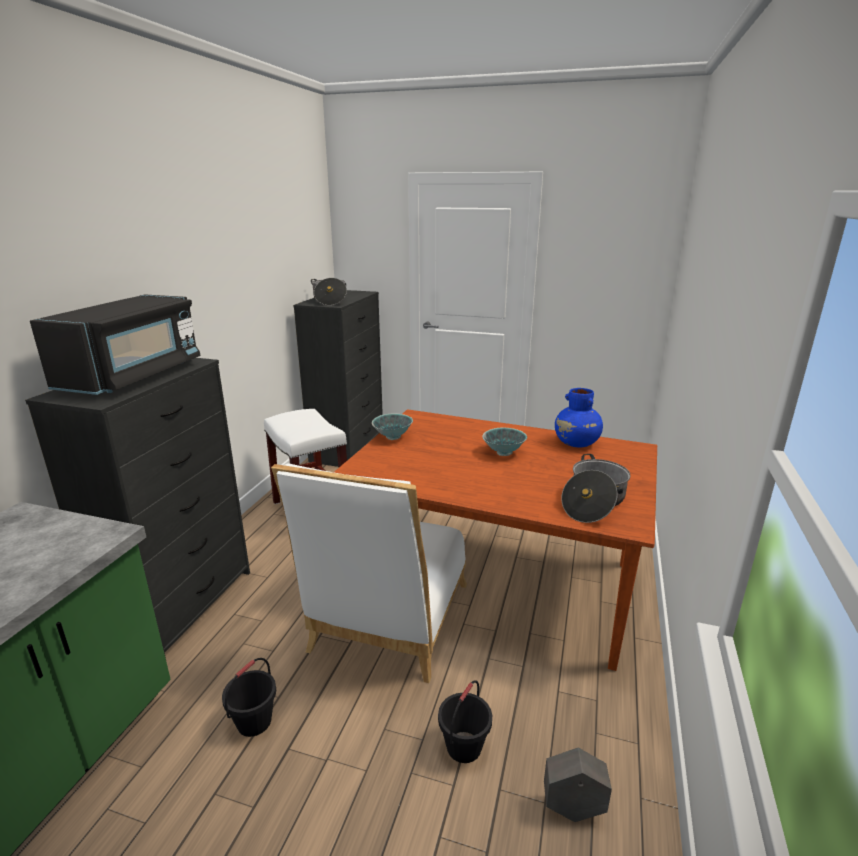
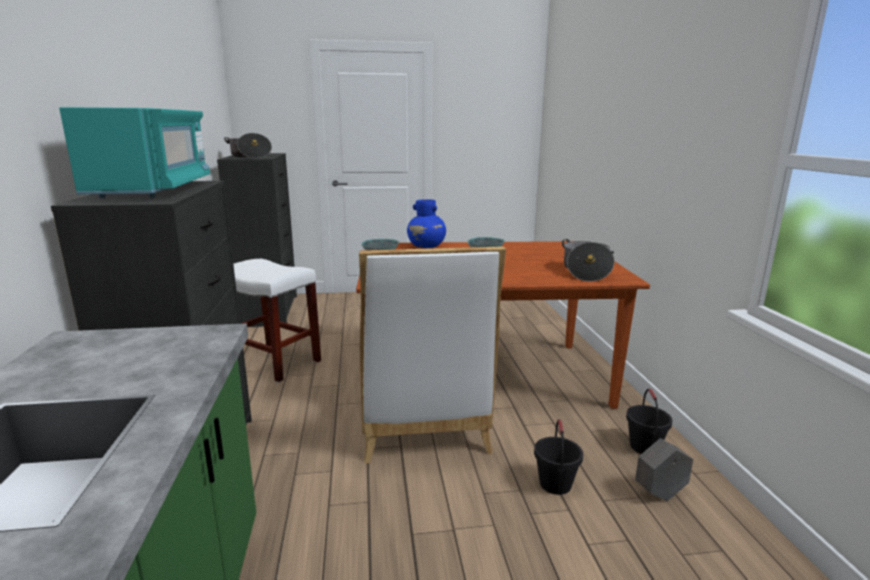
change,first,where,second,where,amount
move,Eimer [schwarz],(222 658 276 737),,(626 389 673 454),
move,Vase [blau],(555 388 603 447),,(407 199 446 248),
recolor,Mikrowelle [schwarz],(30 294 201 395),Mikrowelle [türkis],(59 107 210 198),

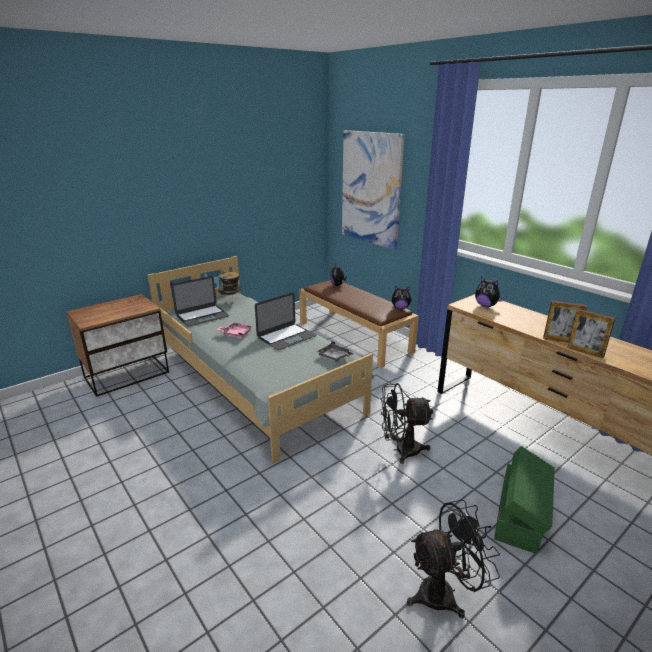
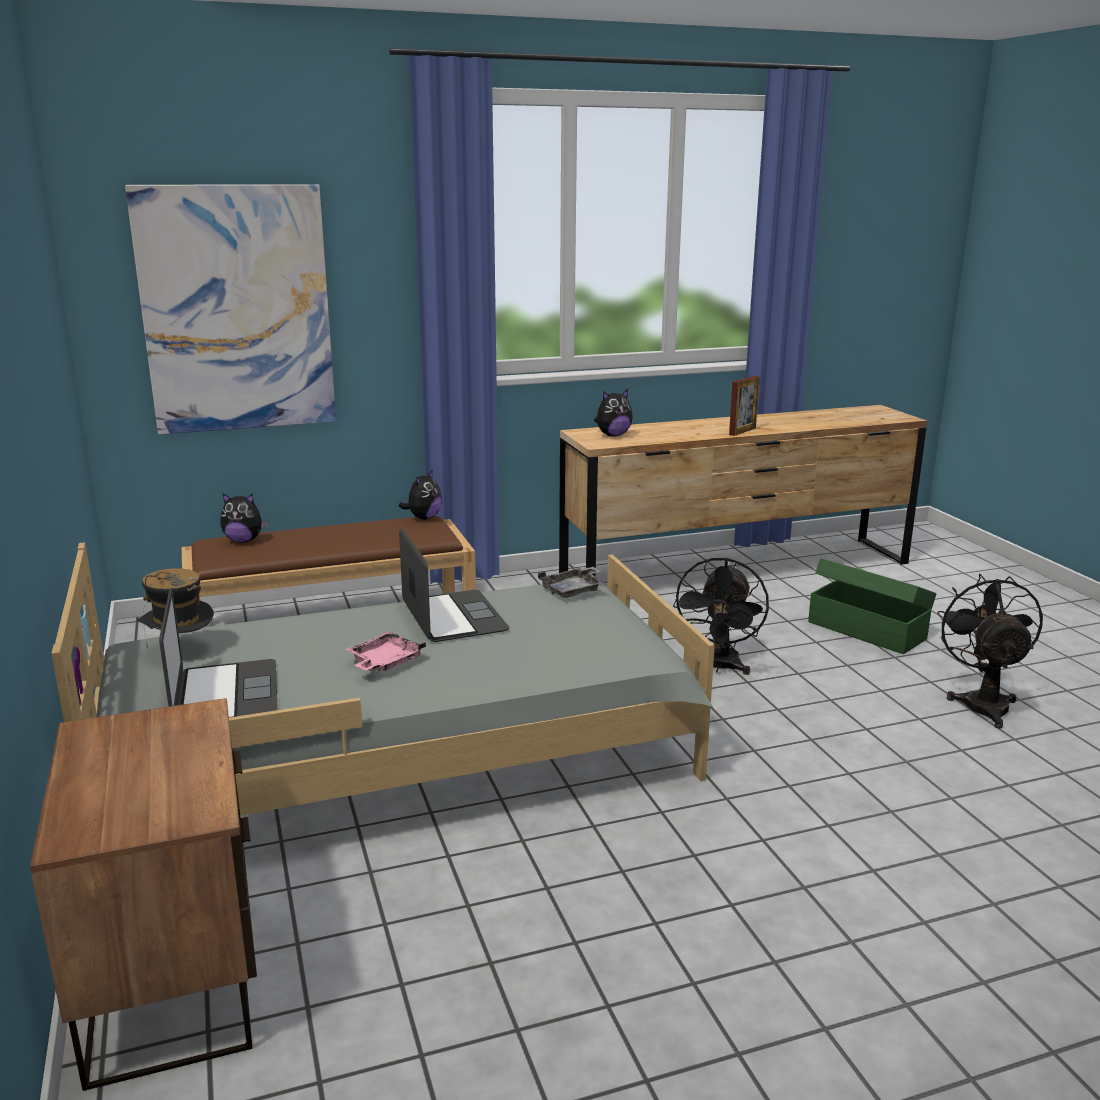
change,first,where,second,where,amount
delete,Bilderrahmen,(567 309 615 358),,,

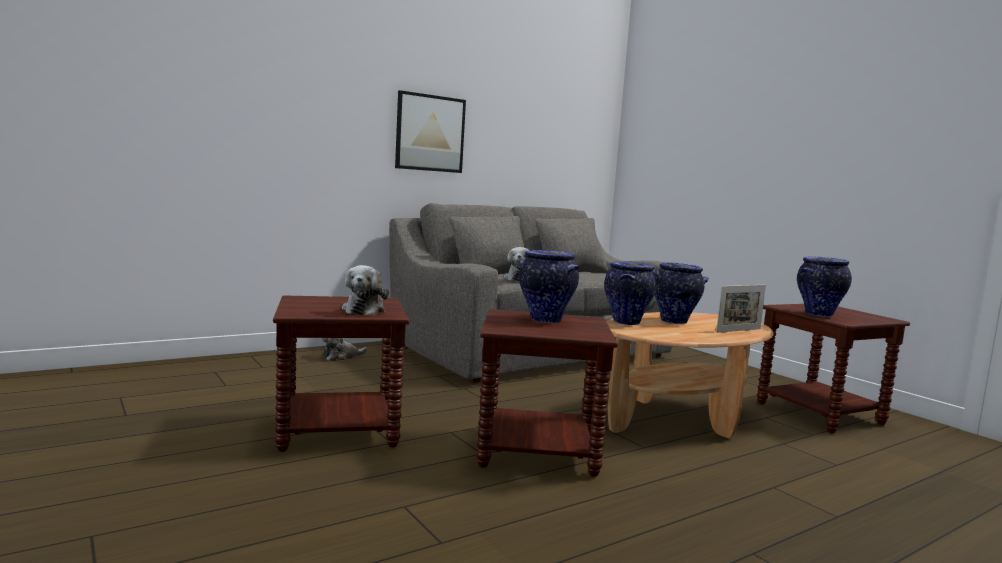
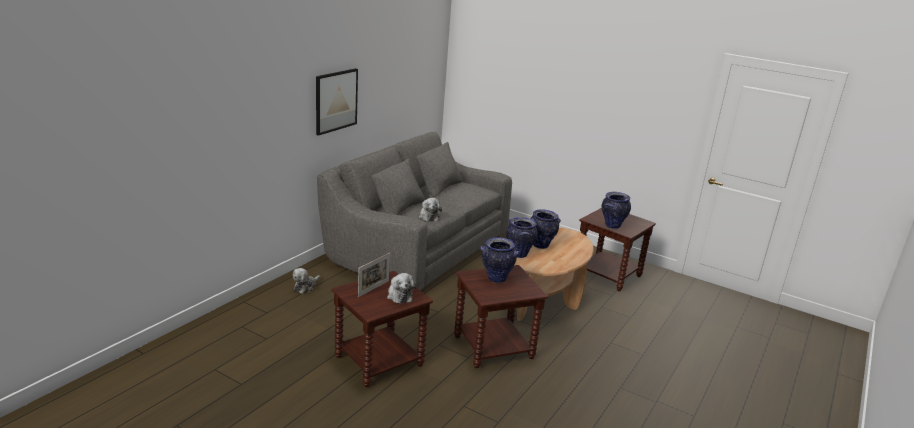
change,first,where,second,where,amount
move,Bilderrahmen,(716 285 766 333),,(358 253 390 297),

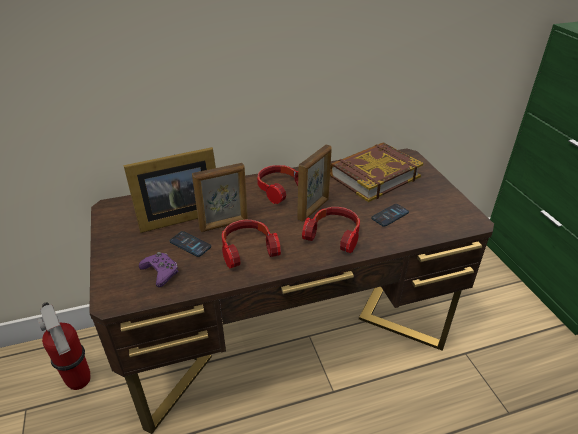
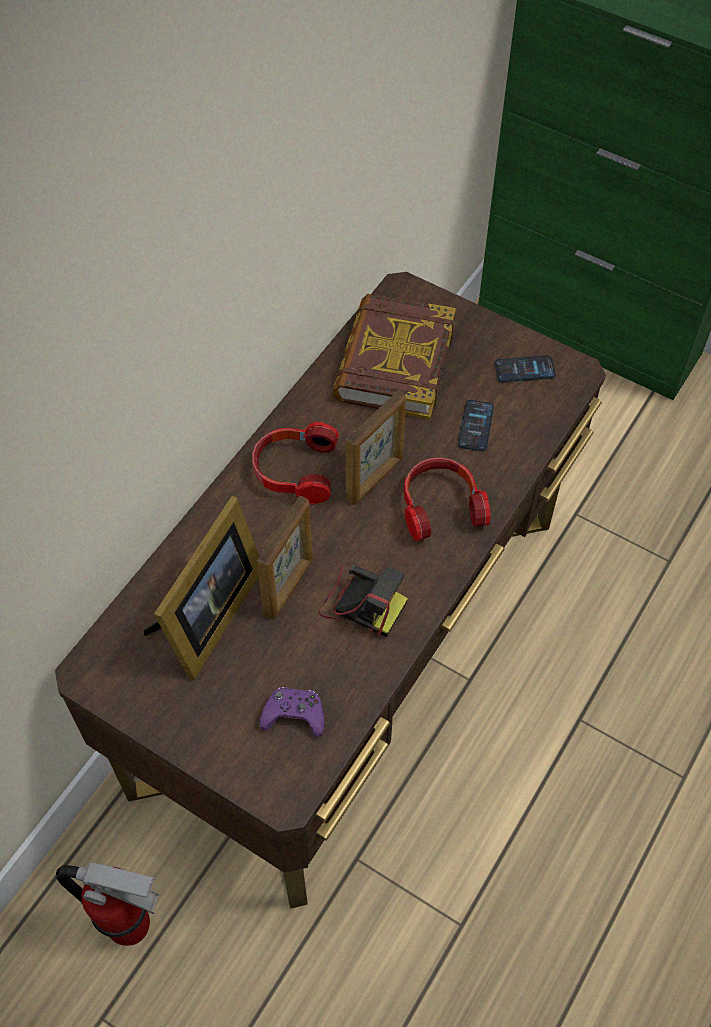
change,first,where,second,where,amount
move,Handy,(170 231 211 257),,(495 355 555 382),
replace,Kopfhörer,(222 220 281 268),Kamera,(319 563 408 637),
rotate,Bilderrahmen,(297 144 332 222),,(345 390 406 505),45 degrees clockwise

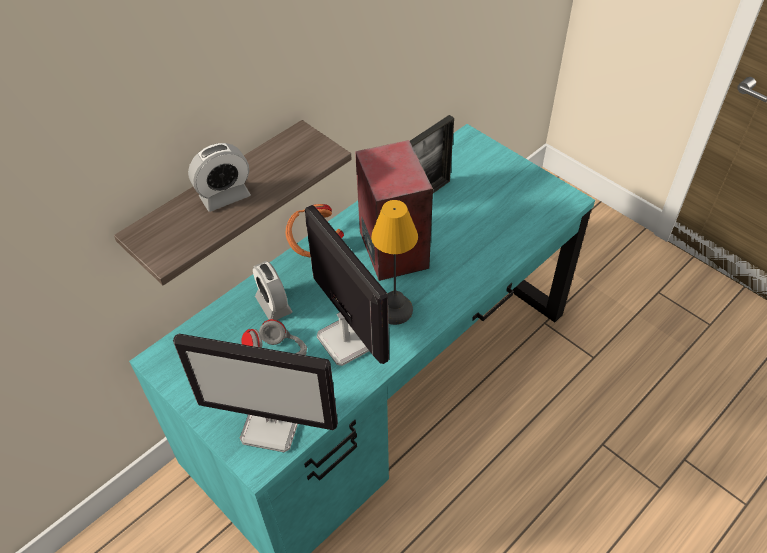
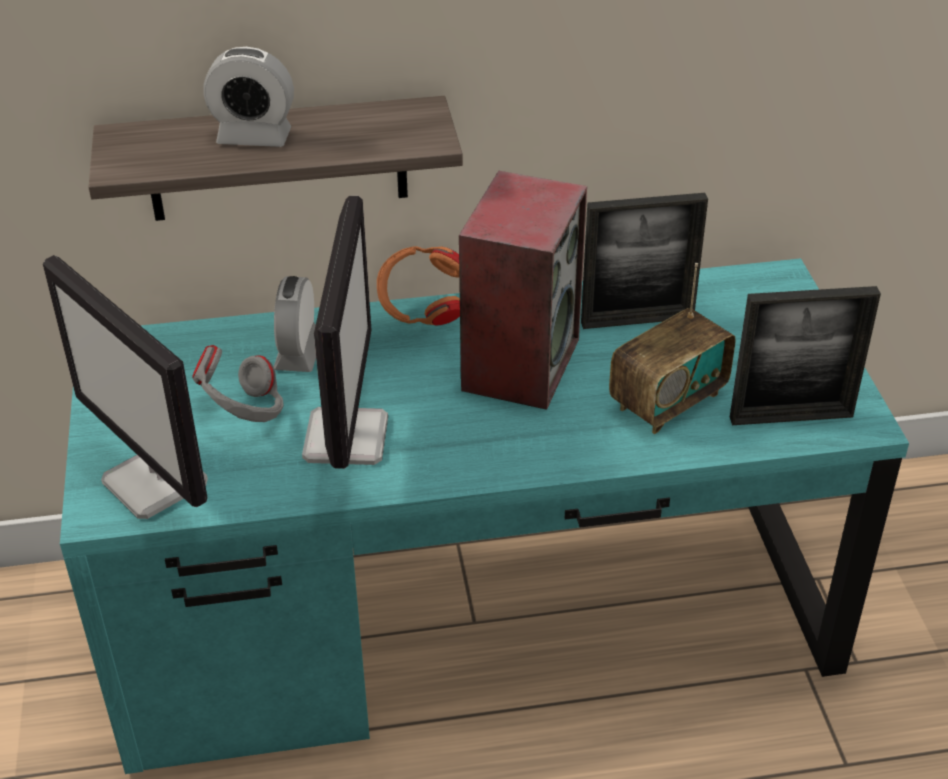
change,first,where,second,where,amount
delete,Tischlampe,(371 200 418 325),,,
insert,,,Radio,(609 263 736 434),
insert,,,Bilderrahmen,(730 286 881 425),

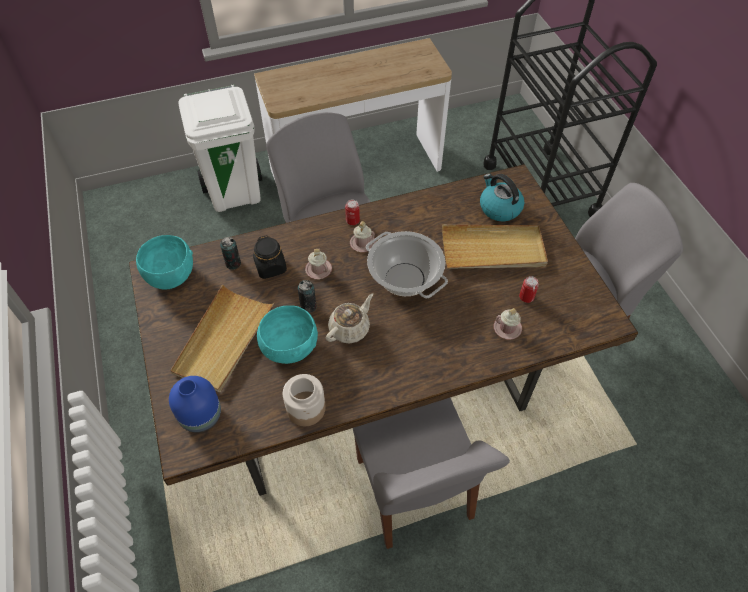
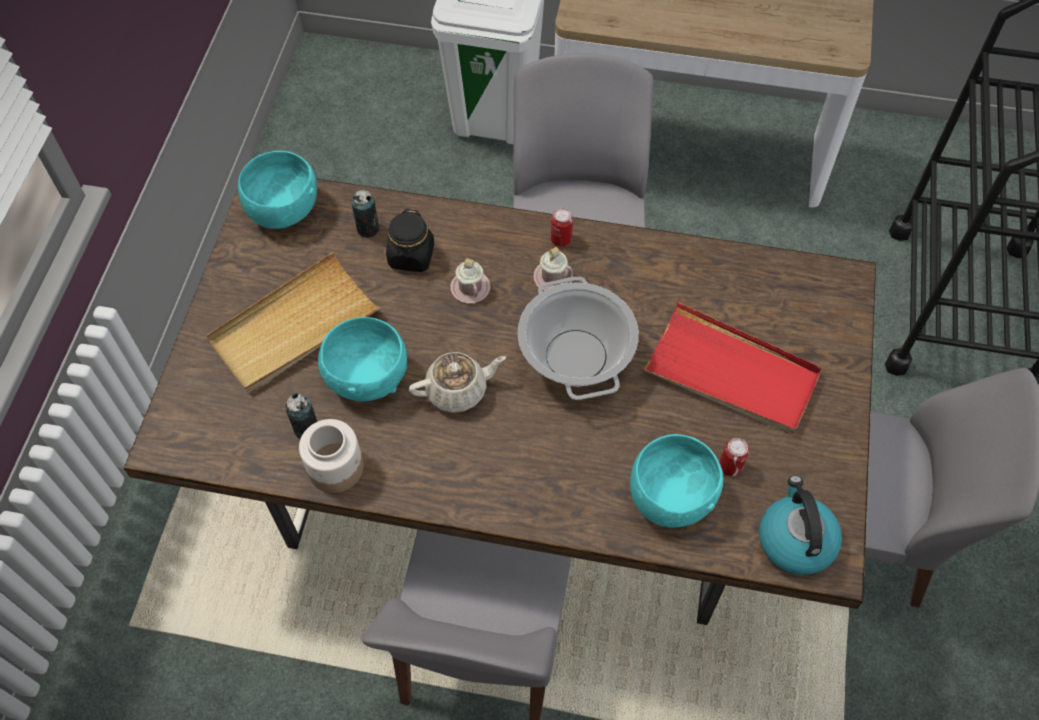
change,first,where,second,where,amount
delete,Vase [blau],(169 376 221 433),,,
move,Dose,(298 280 317 313),,(286 393 317 439),
move,Wasserkessel,(480 174 524 221),,(759 476 842 575),
replace,Henkelbecher [rosa],(494 308 522 340),Schüssel [türkis],(630 434 724 528),
recolor,Tablett [beige],(442 225 548 269),Tablett [rot],(643 302 822 434),

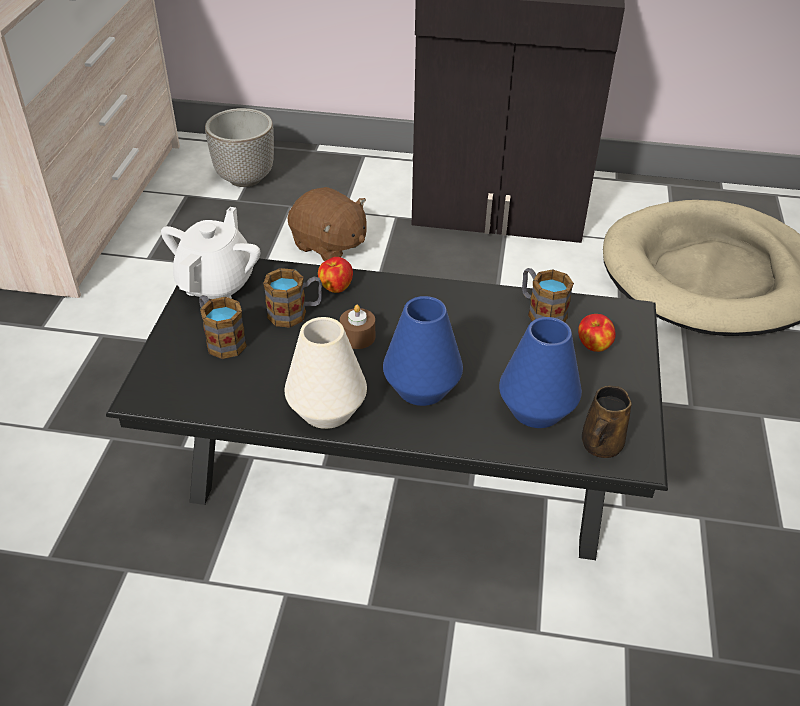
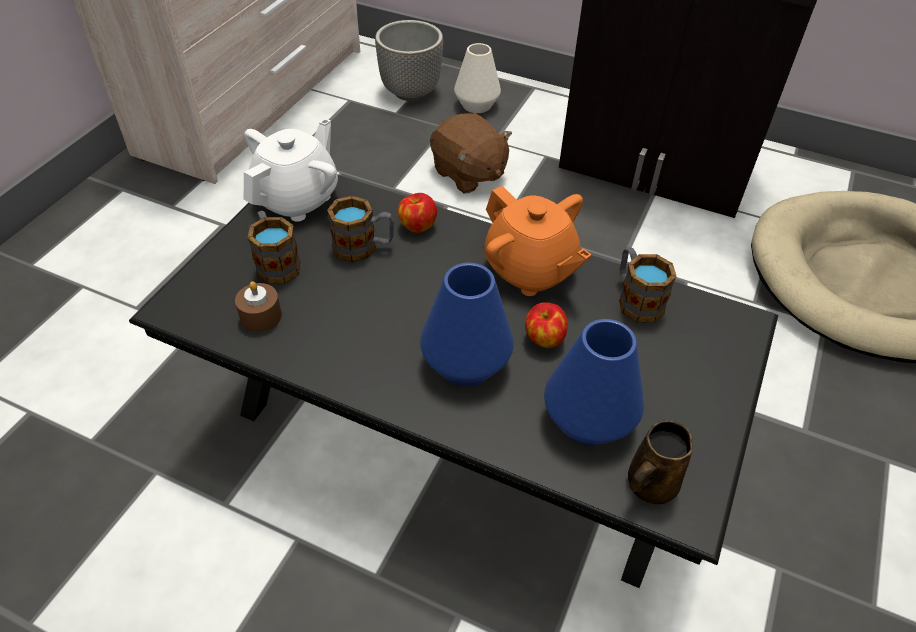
change,first,where,second,where,amount
insert,,,Teekanne [orange],(484 186 592 296),
move,Vase [weiß],(285 317 367 429),,(454 43 501 113),
move,Kerze [braun],(340 304 375 349),,(235 281 282 332),
move,Apfel,(578 314 616 352),,(525 302 568 348),

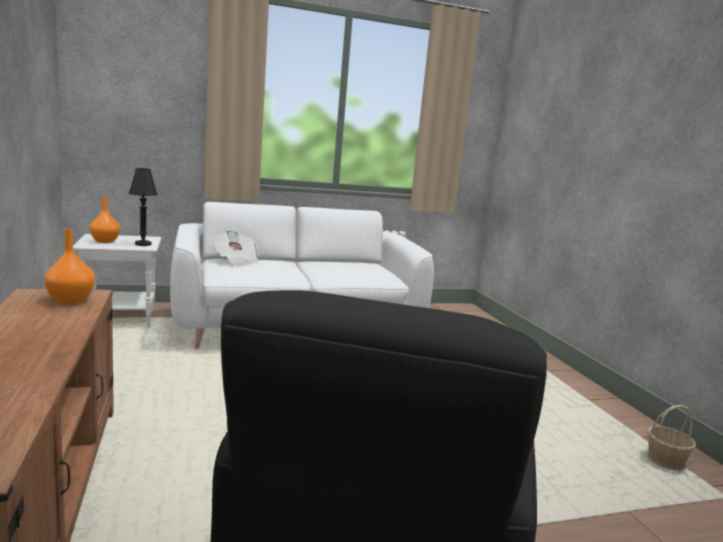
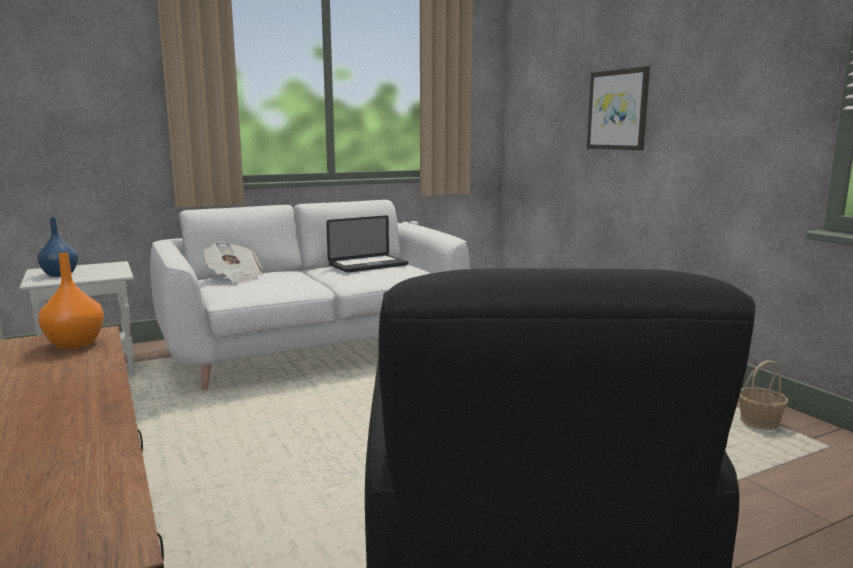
change,first,where,second,where,amount
delete,Tischlampe [schwarz],(129 168 157 246),,,
insert,,,Laptop,(326 215 408 273),
insert,,,Bild,(587 66 650 150),
recolor,Vase [orange],(90 196 120 243),Vase [blau],(37 217 78 277),

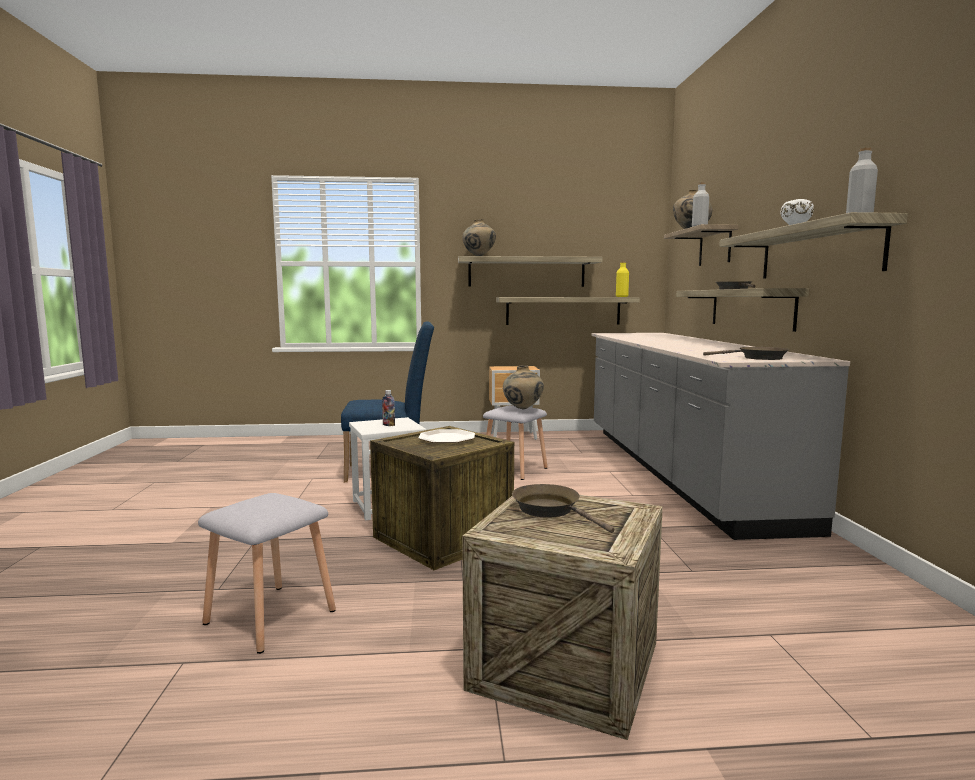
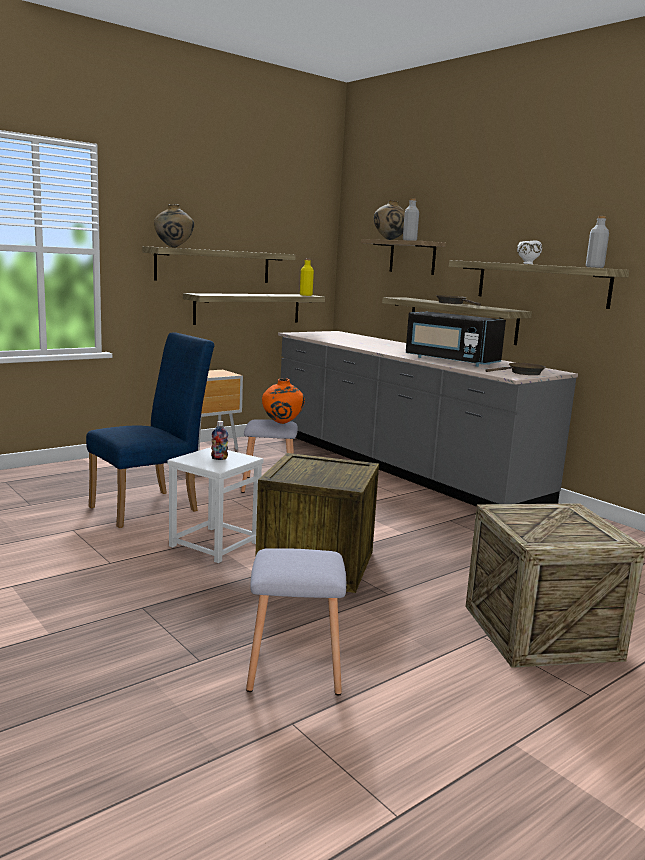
change,first,where,second,where,amount
delete,Teller,(418 429 475 443),,,
delete,Pfanne [braun],(512 484 614 533),,,
insert,,,Mikrowelle [schwarz],(405 312 506 367),
recolor,Vase [beige],(503 365 544 409),Vase [orange],(262 378 305 424),

